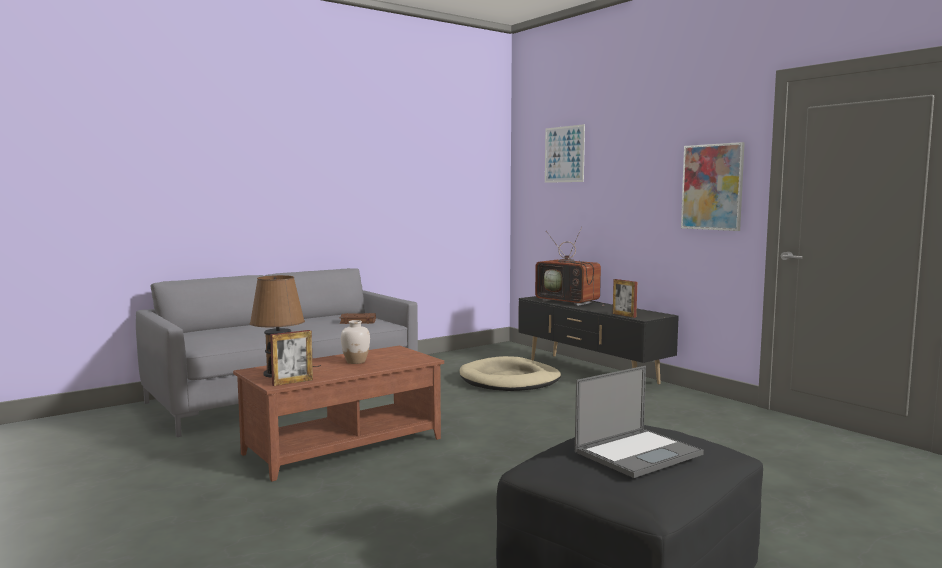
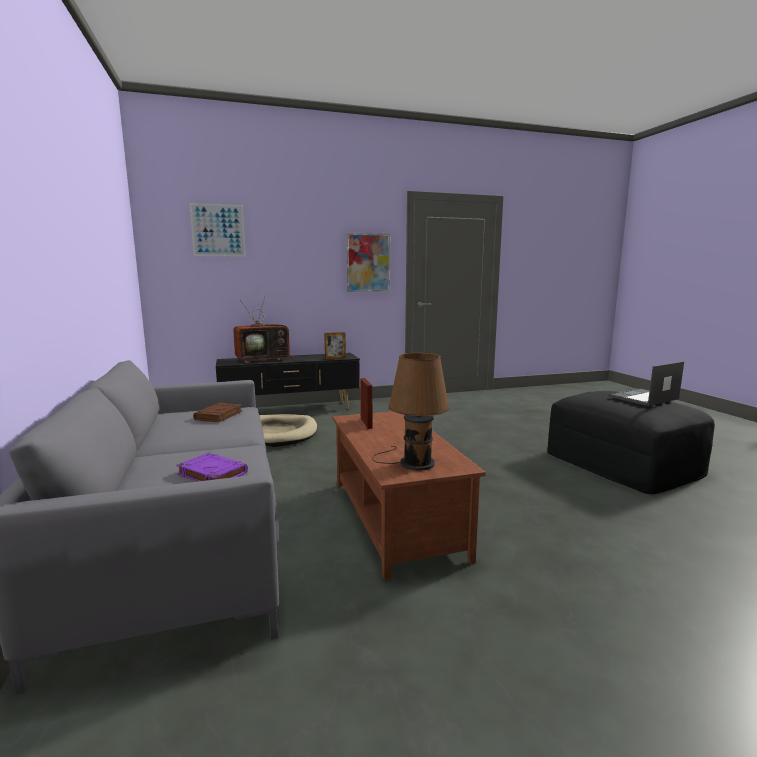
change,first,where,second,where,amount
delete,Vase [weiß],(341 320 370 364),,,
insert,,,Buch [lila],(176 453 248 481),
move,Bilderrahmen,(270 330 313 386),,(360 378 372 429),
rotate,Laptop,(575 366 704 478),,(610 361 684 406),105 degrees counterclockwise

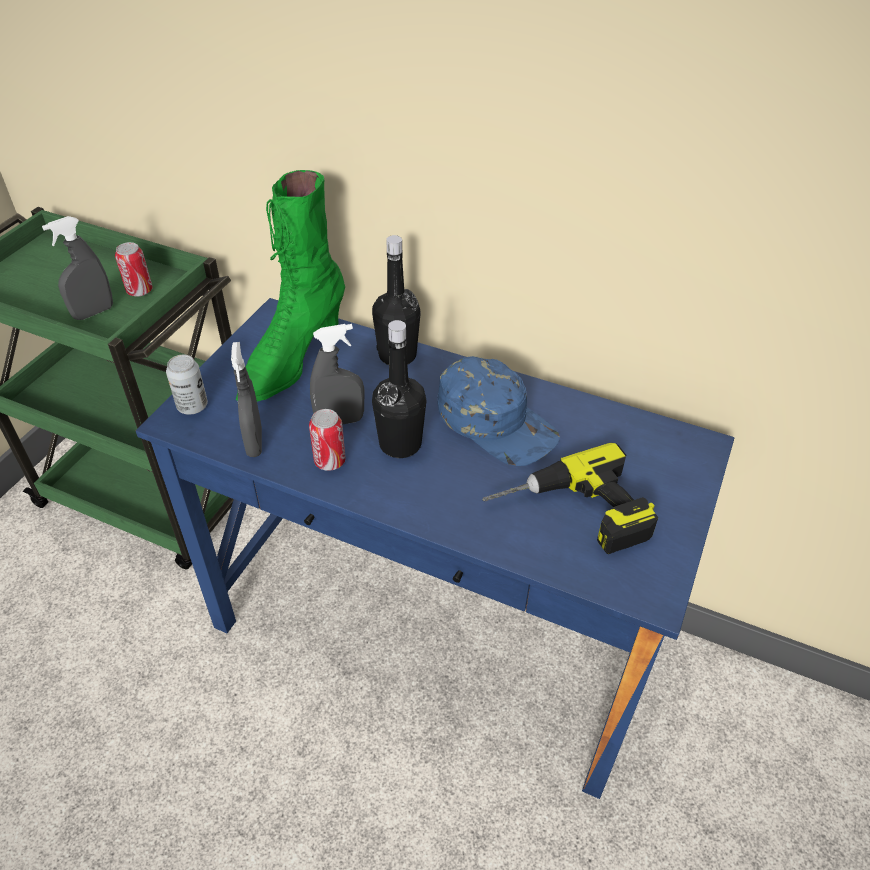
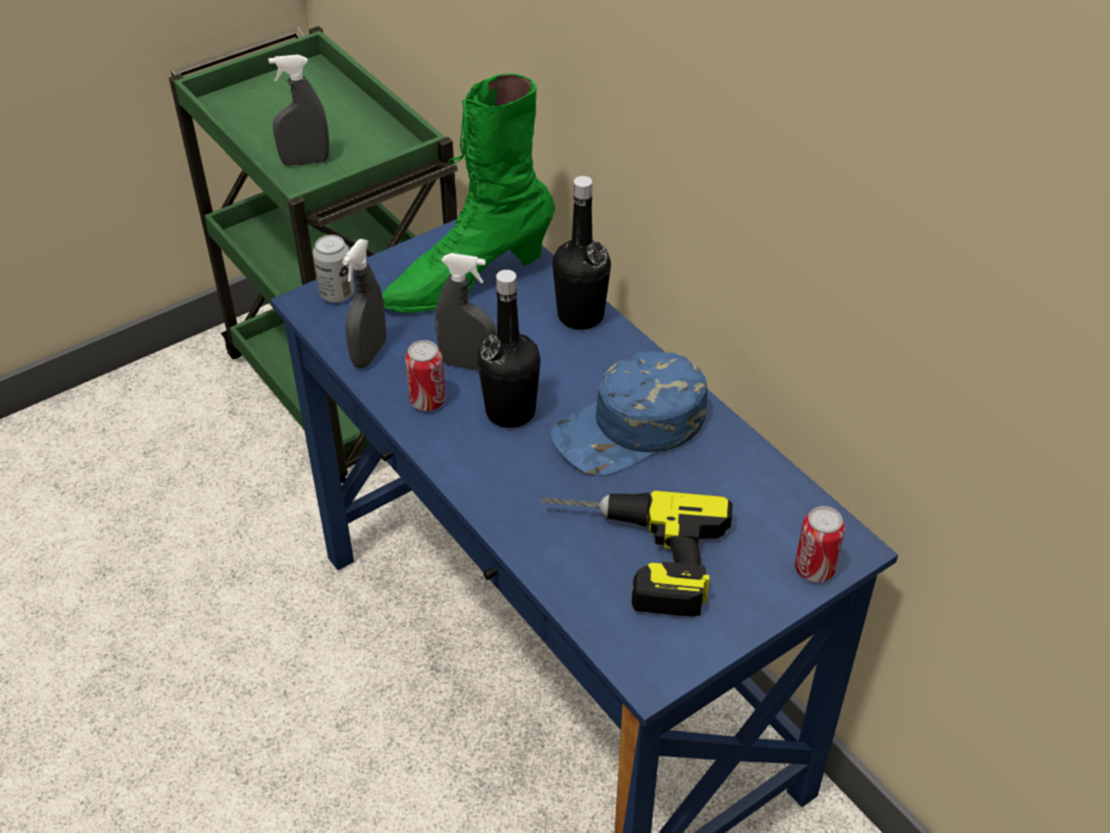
change,first,where,second,where,amount
move,Dose,(115 242 153 297),,(795 506 845 582),
rotate,Kappe [blau],(437 356 560 466),,(551 351 708 476),75 degrees clockwise

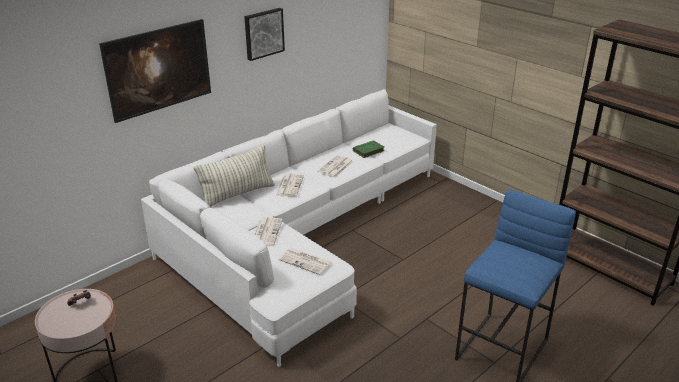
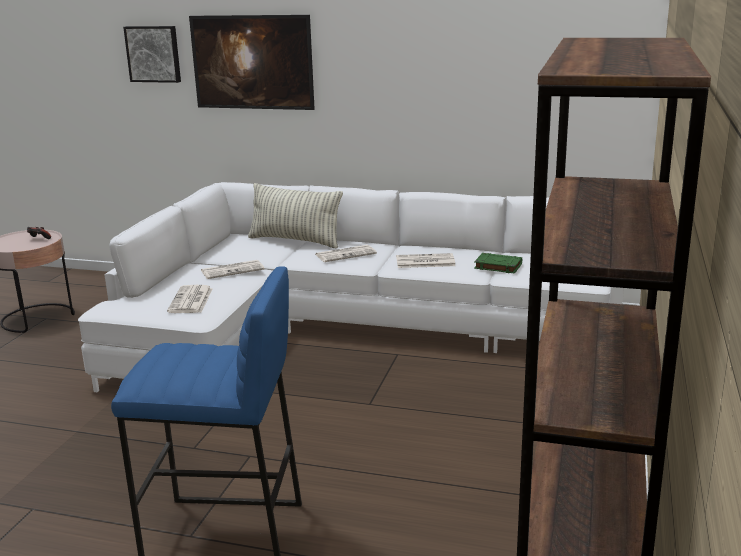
change,first,where,second,where,amount
move,Bild,(244 8 285 61),,(123 26 181 83),

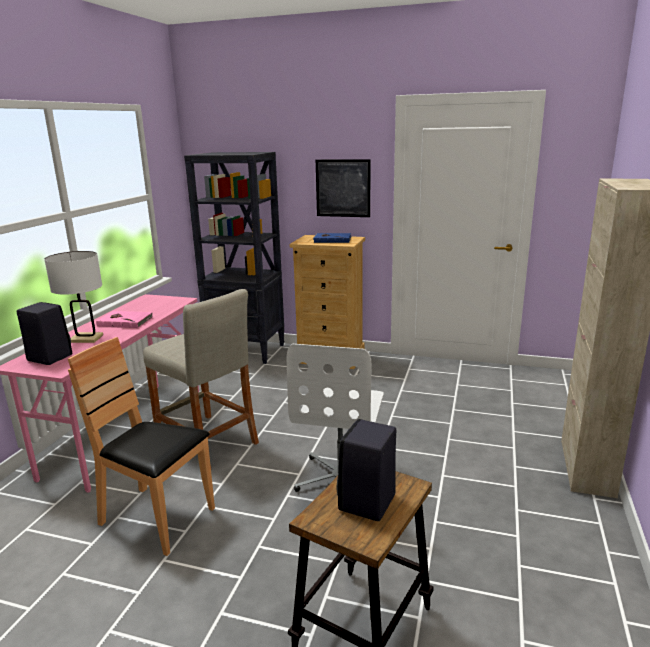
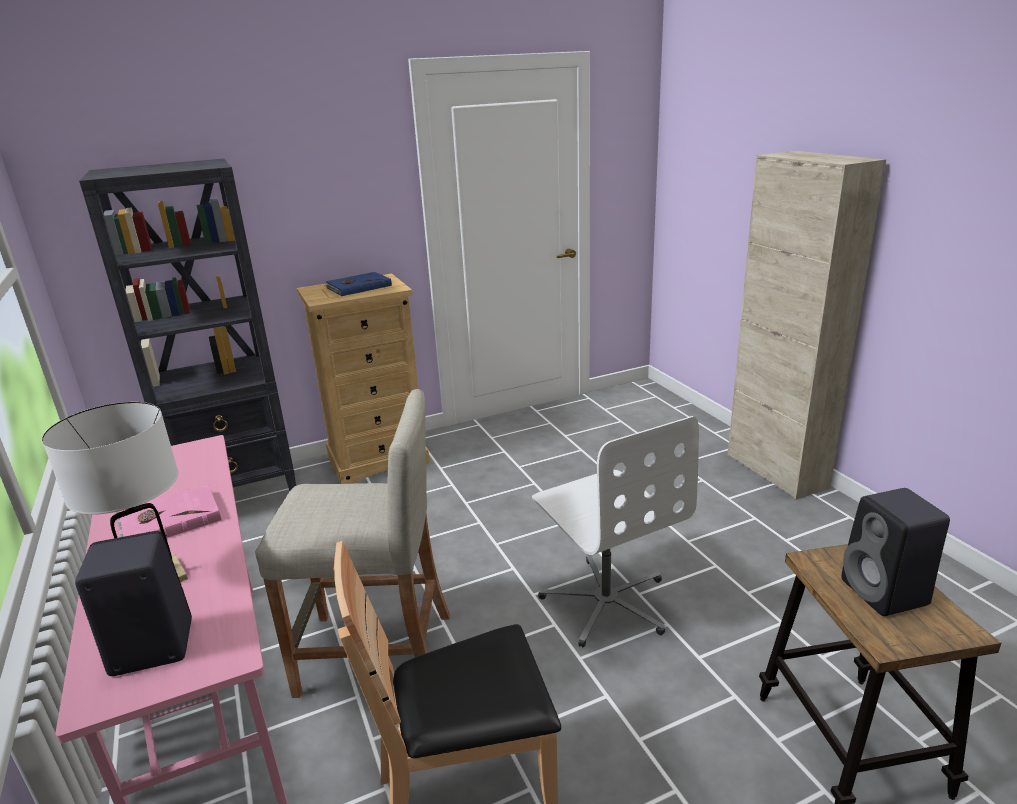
change,first,where,second,where,amount
delete,Bild,(316 159 371 217),,,

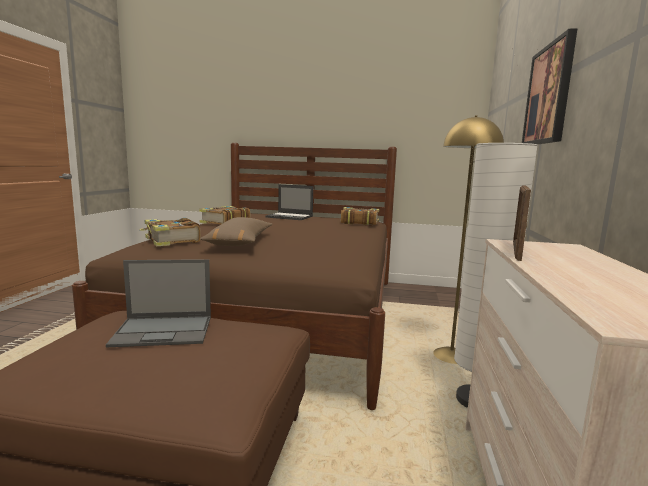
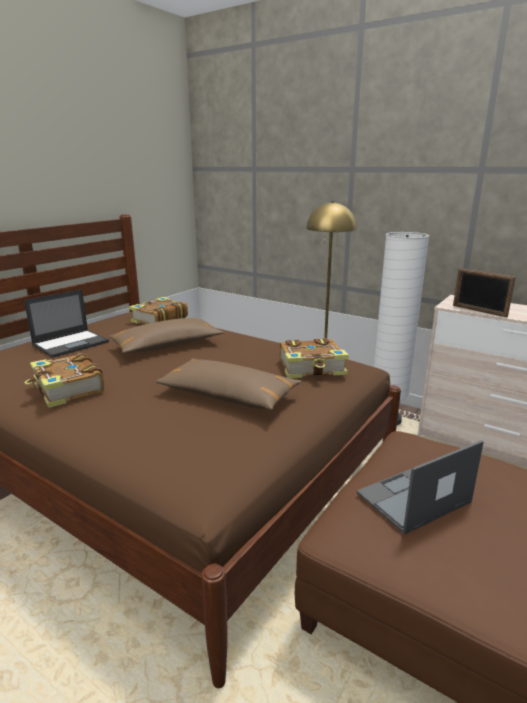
change,first,where,second,where,amount
delete,Bild,(522 28 578 145),,,
insert,,,Kissen [braun],(109 318 224 353),
move,Buch,(139 218 201 246),,(280 338 349 379),
rotate,Laptop,(106 259 211 347),,(356 440 484 535),135 degrees counterclockwise

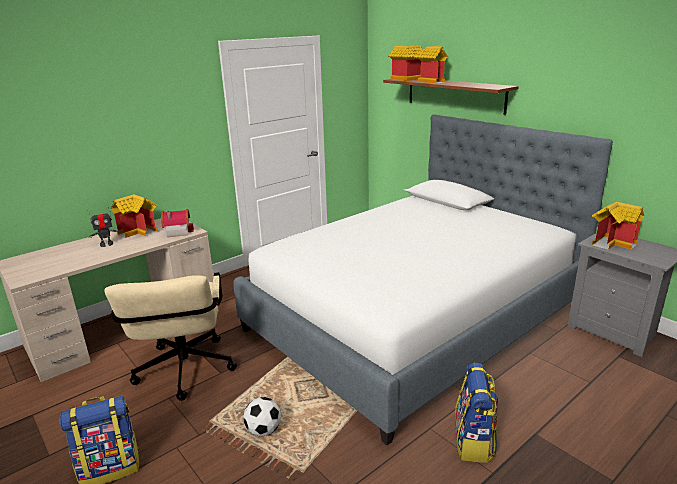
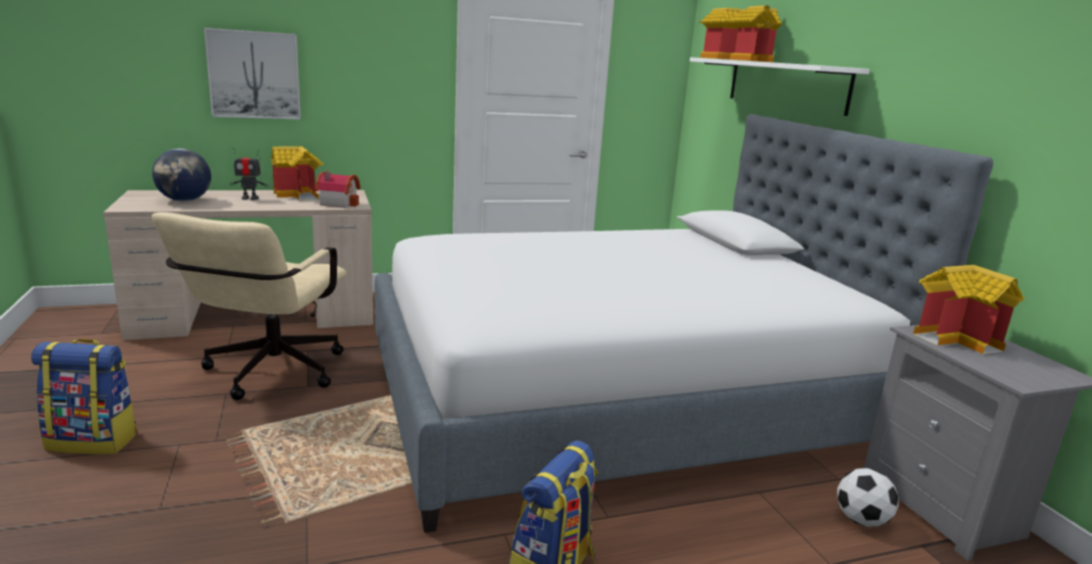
change,first,where,second,where,amount
insert,,,Globus,(152 148 211 202),
insert,,,Bild,(204 28 301 120),
move,Fußball,(243 397 281 436),,(837 468 898 527),
recolor,Wandregal [braun],(383 79 519 115),Wandregal [weiß],(690 57 870 116),

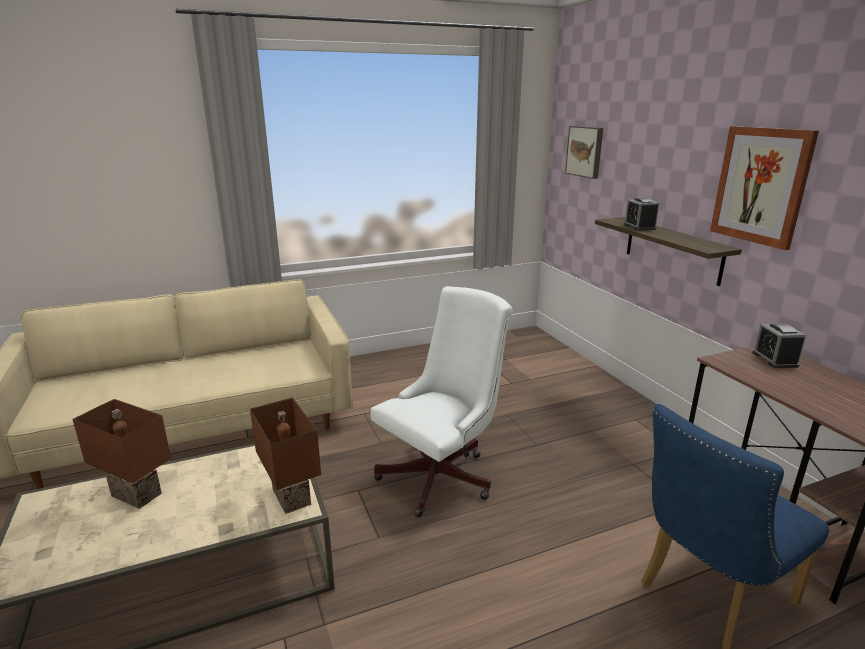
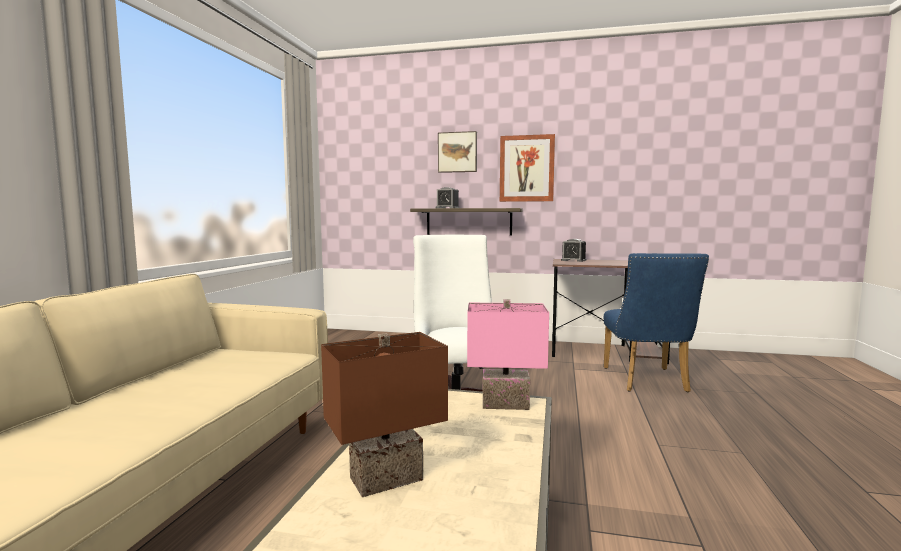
change,first,where,second,where,amount
move,Bild,(565 126 603 179),,(438 131 477 173),
recolor,Tischlampe [braun],(250 397 321 514),Tischlampe [rosa],(467 299 549 410),

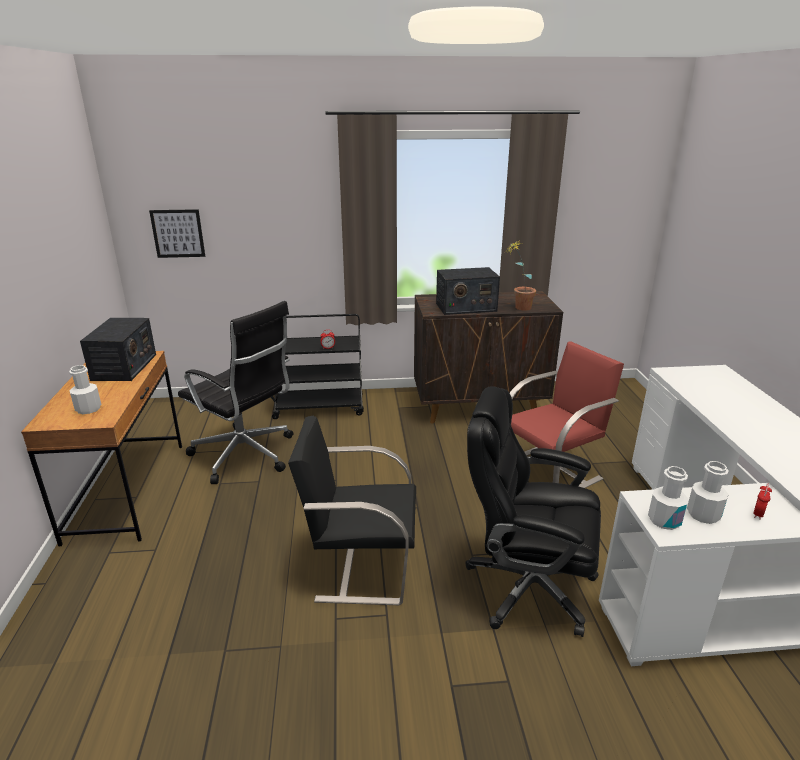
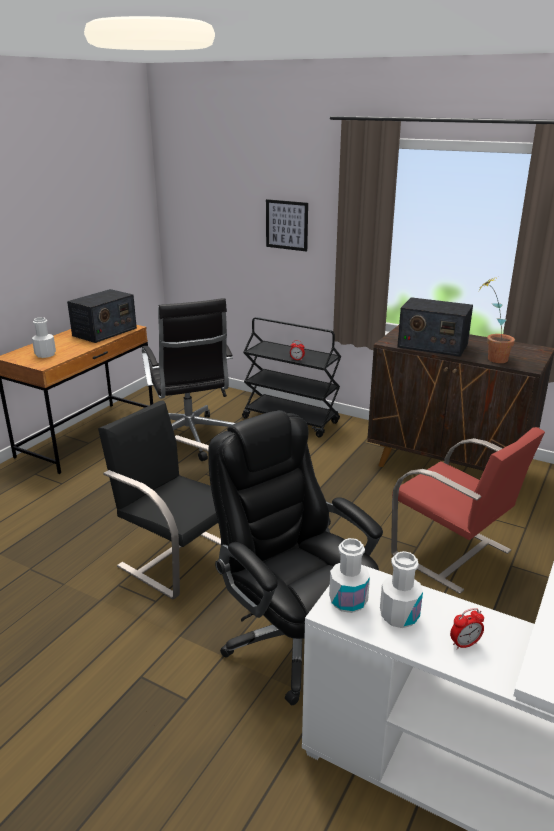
change,first,where,second,where,amount
move,Bild,(149 209 205 258),,(266 199 308 252),
rotate,Stuhl [rot],(510 341 624 488),,(391 427 545 594),45 degrees clockwise

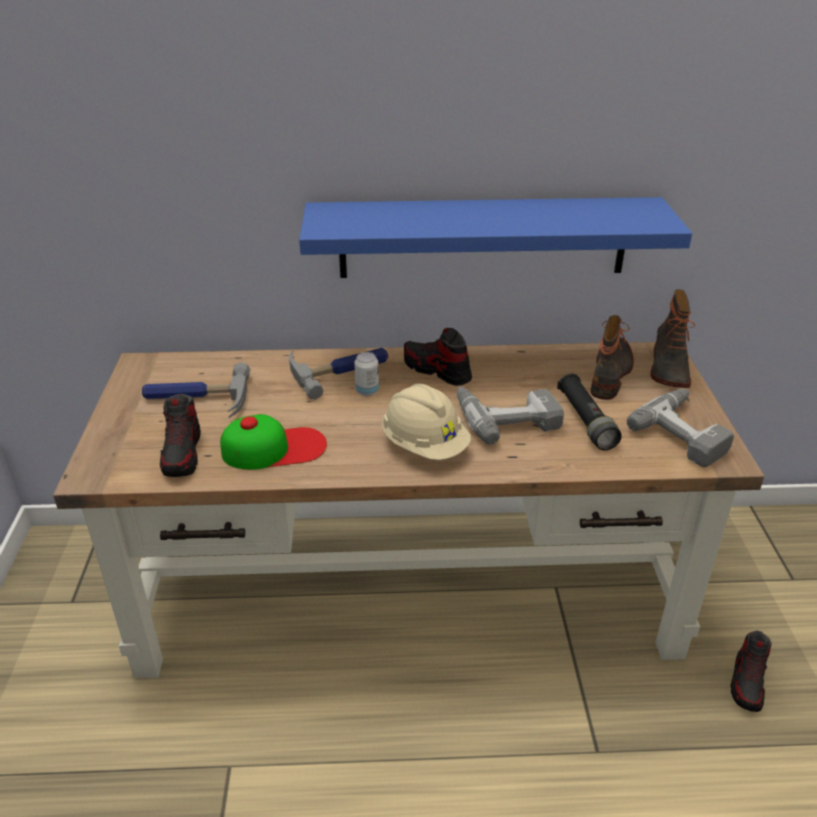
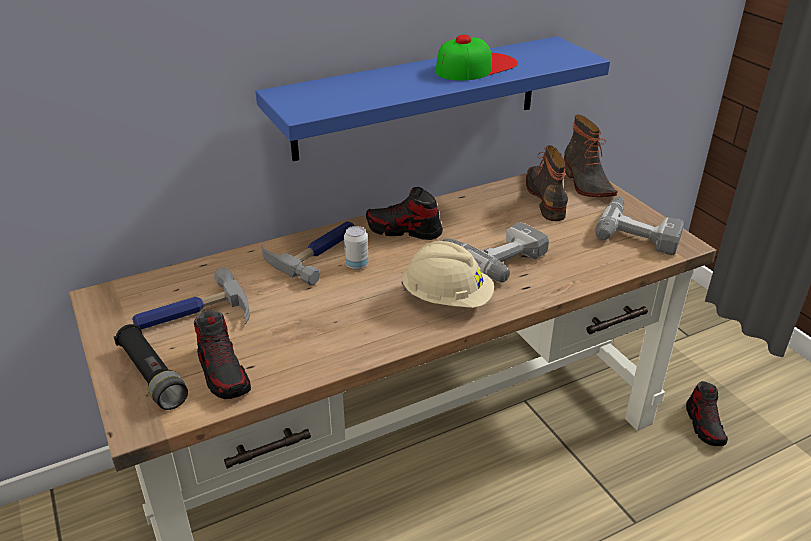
change,first,where,second,where,amount
move,Kappe,(220 414 327 470),,(436 34 518 80),
move,Taschenlampe [schwarz],(557 374 622 450),,(114 324 188 410),

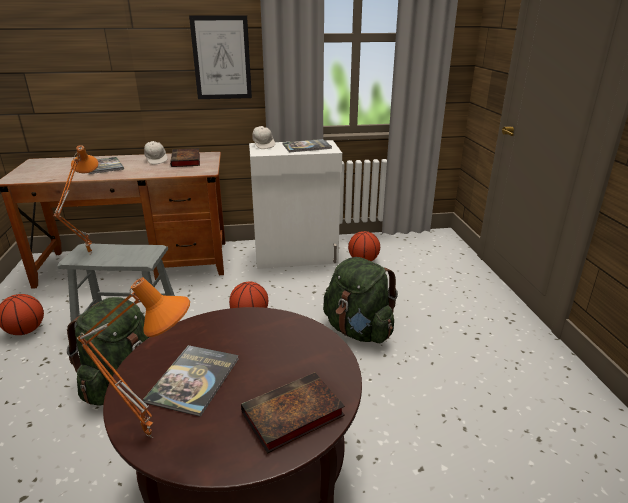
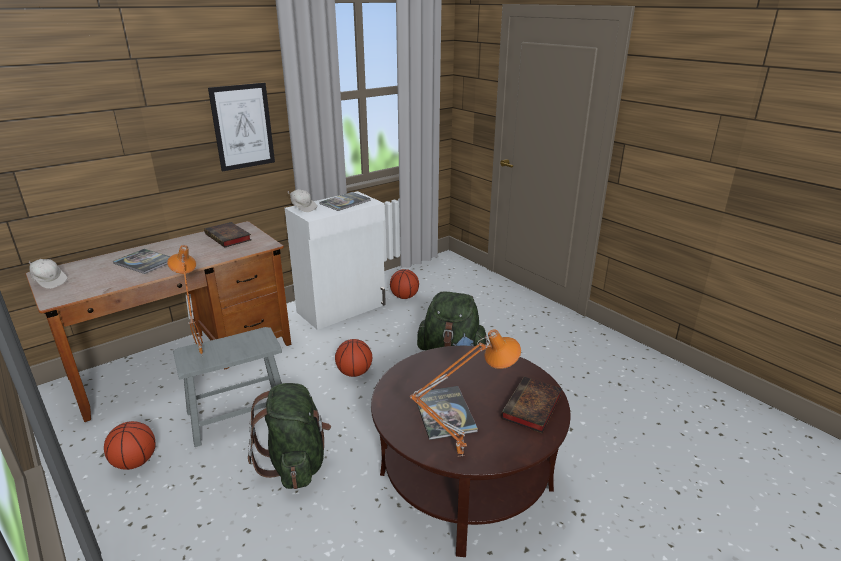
change,first,where,second,where,amount
move,Kappe [weiß],(144 141 168 165),,(28 259 67 289),

